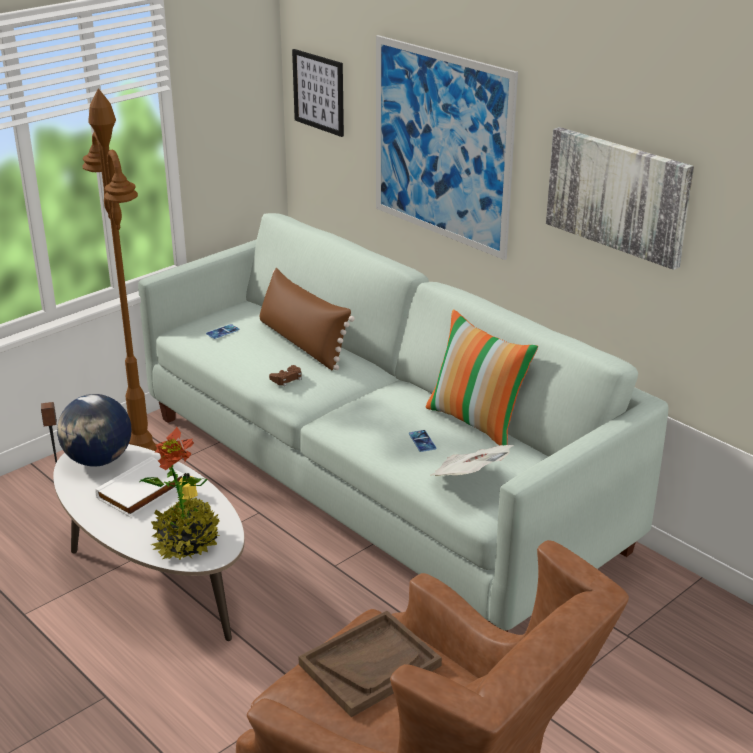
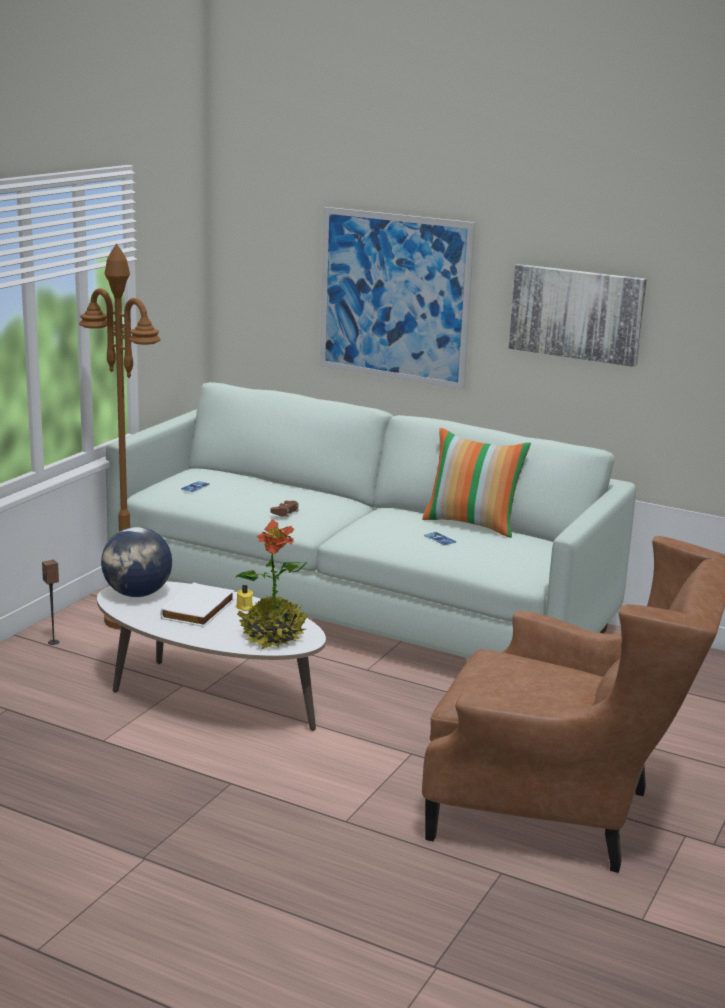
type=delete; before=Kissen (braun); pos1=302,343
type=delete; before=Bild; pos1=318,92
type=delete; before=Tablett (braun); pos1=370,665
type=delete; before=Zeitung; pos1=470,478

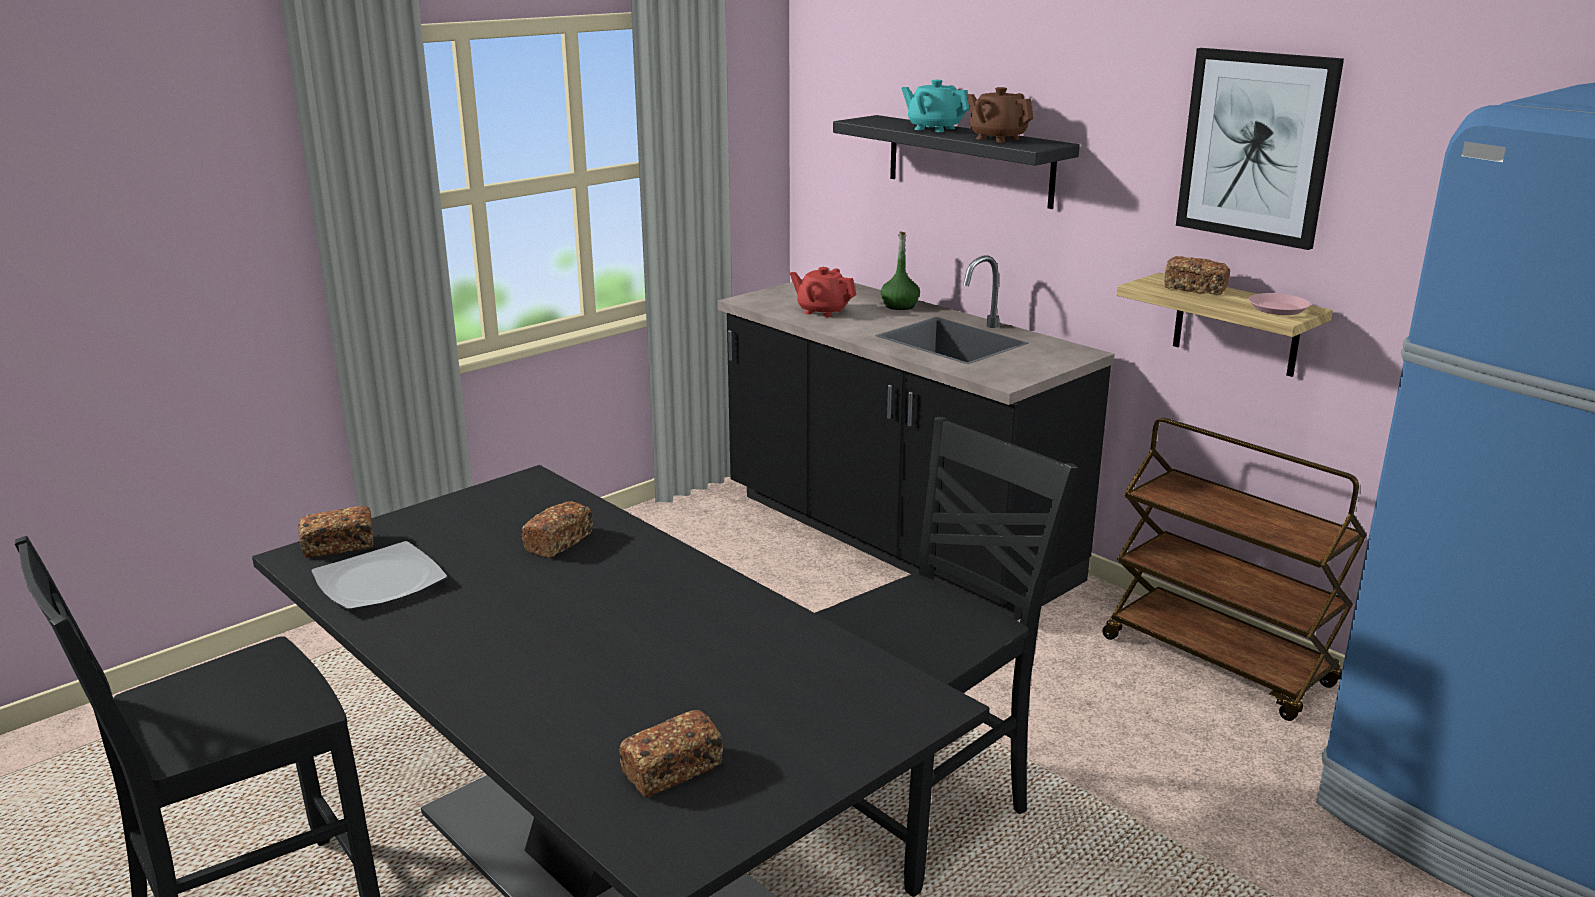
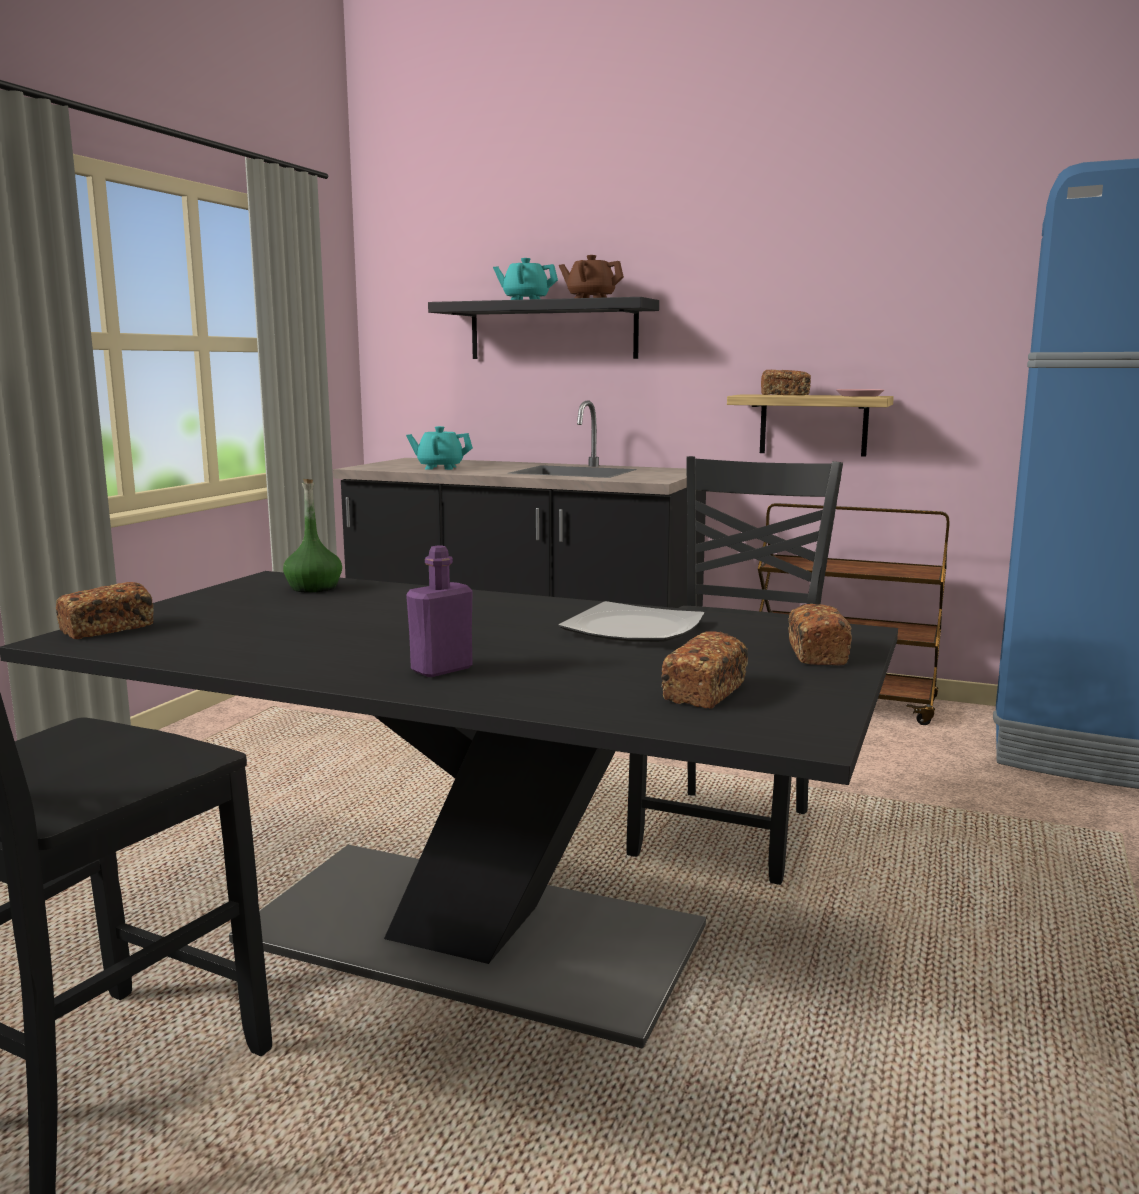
type=move; before=Teller; pos1=379,582; pos2=633,629
type=move; before=Brot; pos1=558,542; pos2=816,653
type=recolor; before=Teekanne (rot); after=Teekanne (türkis); pos1=822,311; pos2=440,468
type=move; before=Flasche (grün); pos1=899,306; pos2=314,588
type=delete; before=Bild; pos1=1256,146
type=insert; after=Flasche (lila); pos2=441,669

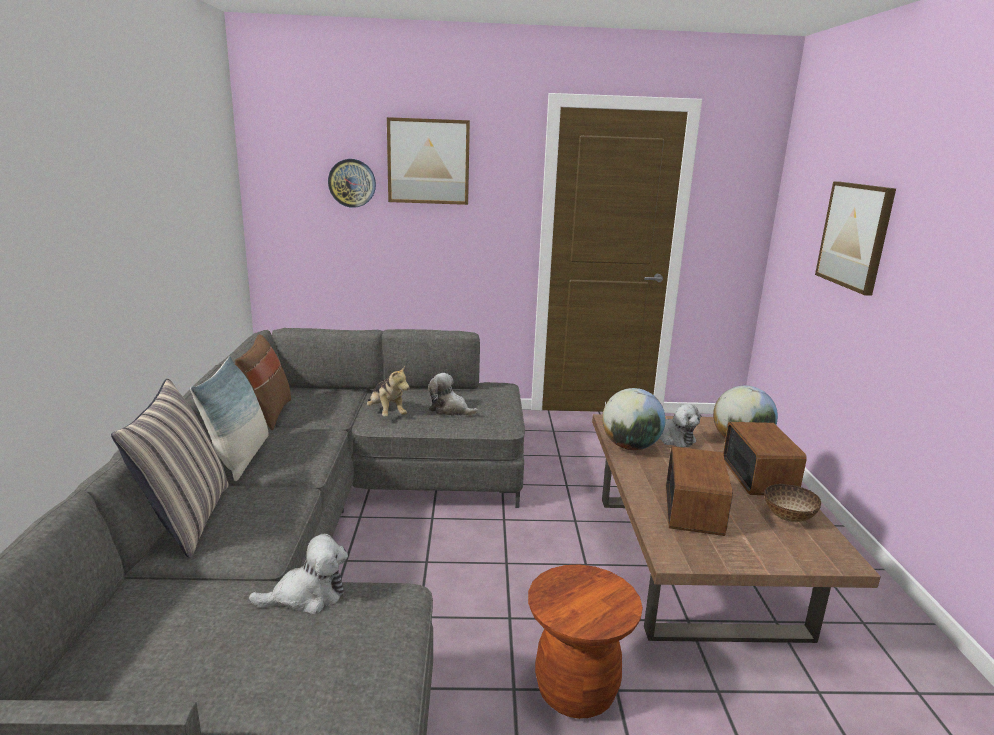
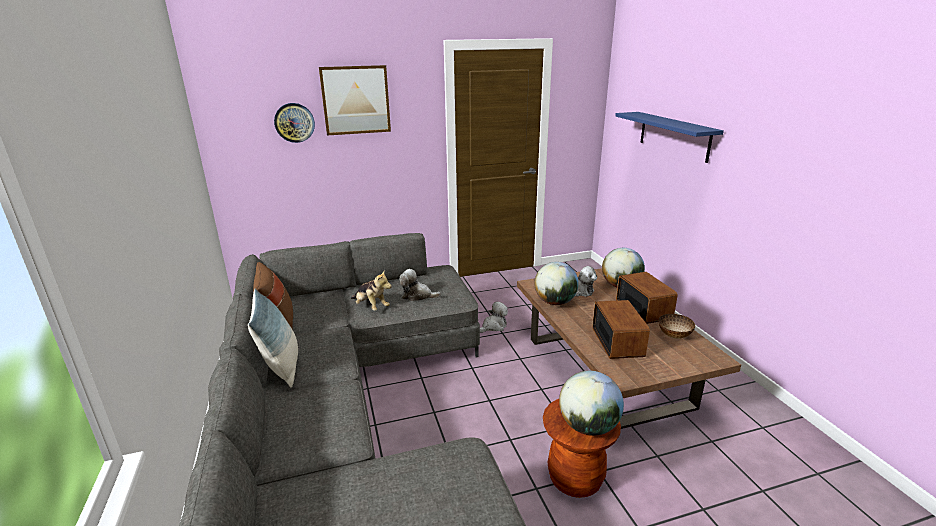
type=delete; before=Kissen; pos1=186,519
type=move; before=Plüschtier; pos1=307,596; pos2=493,326
type=replace; before=Bild; after=Wandregal (blau); pos1=855,235; pos2=674,136
type=insert; after=Globus; pos2=588,427

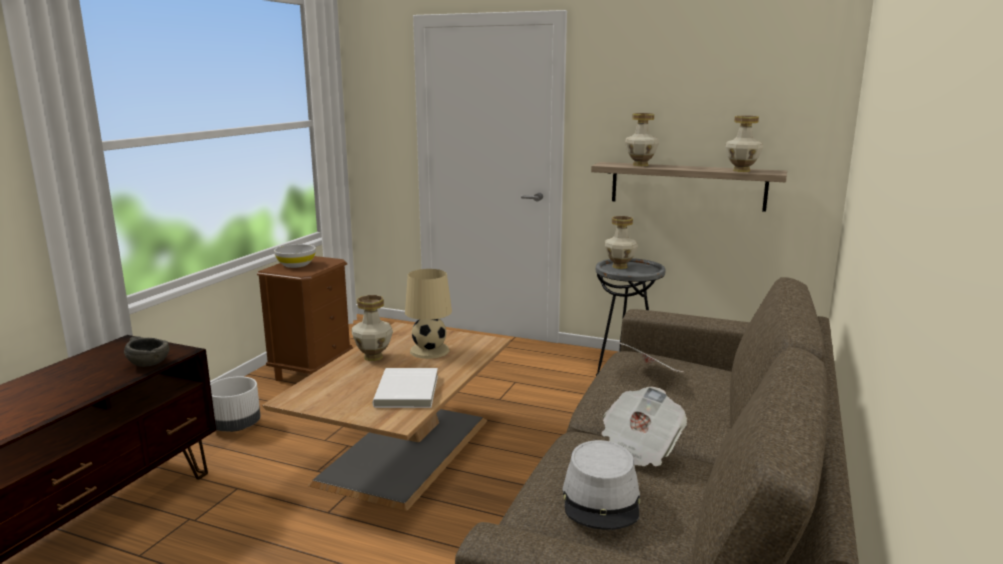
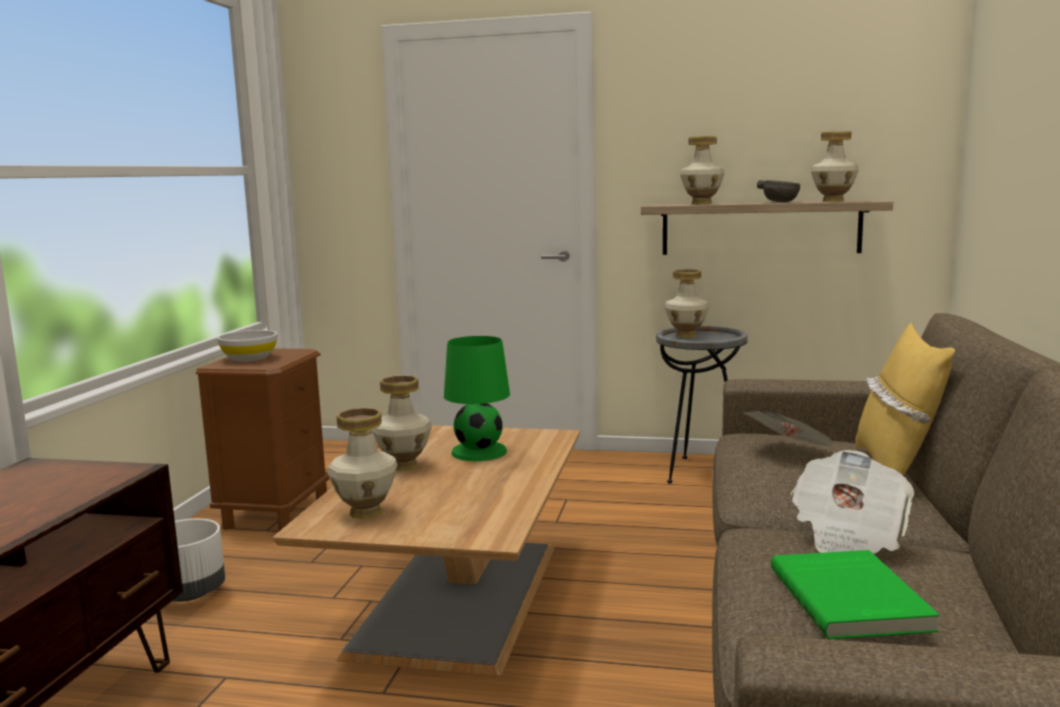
type=move; before=Schüssel (grau); pos1=149,363; pos2=780,202
type=delete; before=Buch (weiß); pos1=408,391
type=recolor; before=Tischlampe (beige); after=Tischlampe (grün); pos1=430,351; pos2=479,452
type=replace; before=Hut (grau); after=Buch (grün); pos1=601,499; pos2=851,598
type=insert; after=Vase; pos2=365,512
type=insert; after=Kissen (gelb); pos2=895,468

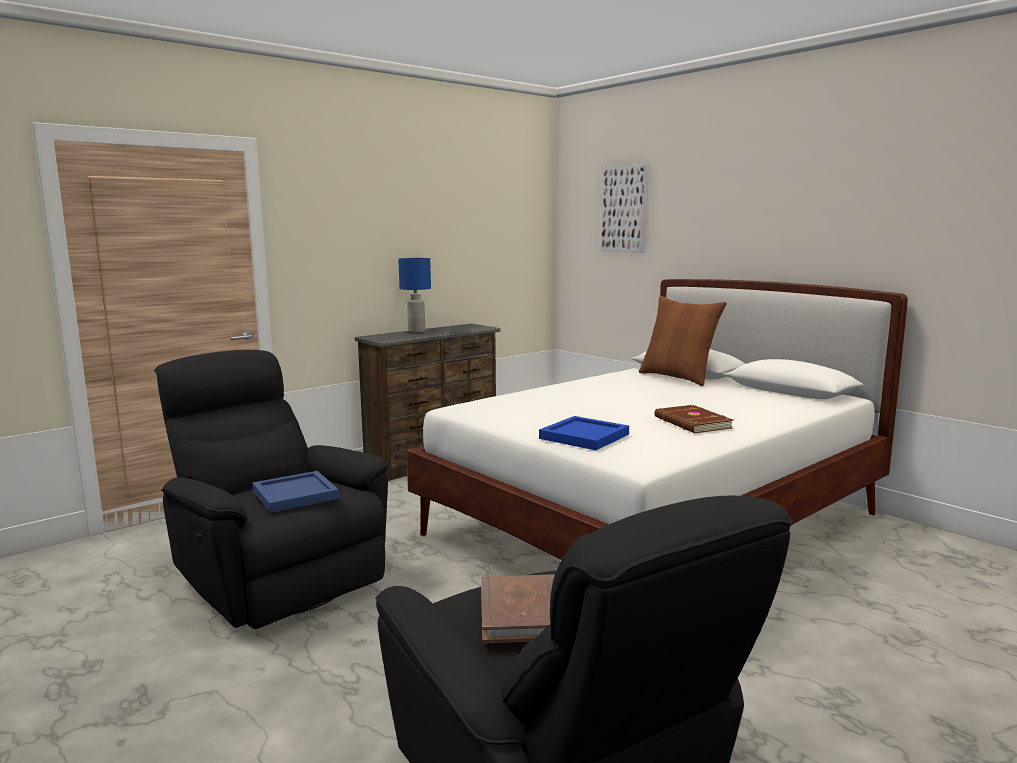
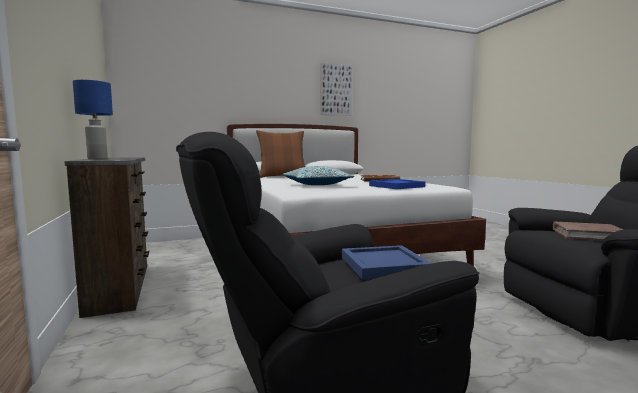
type=move; before=Bild; pos1=624,209; pos2=336,90
type=insert; after=Kissen; pos2=316,184

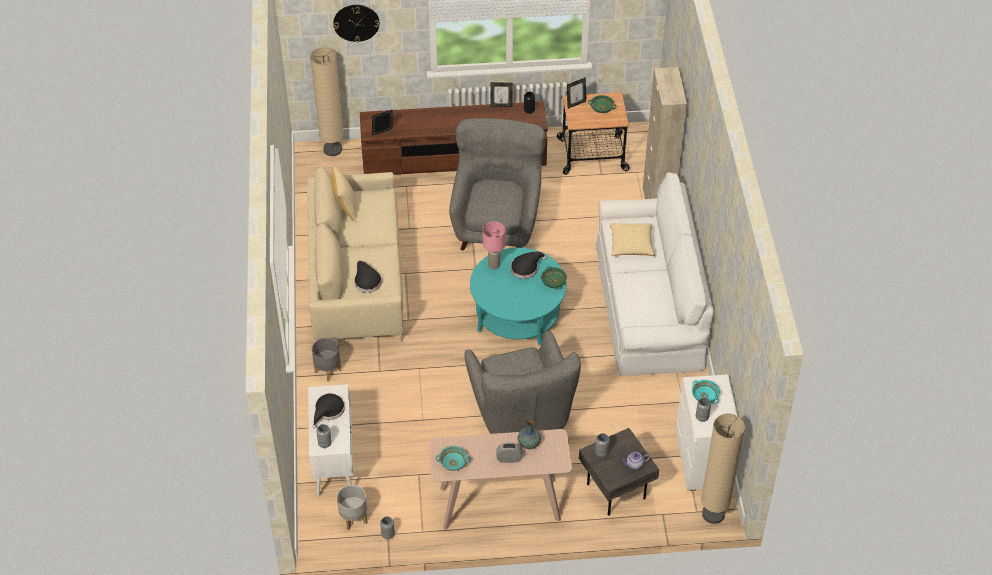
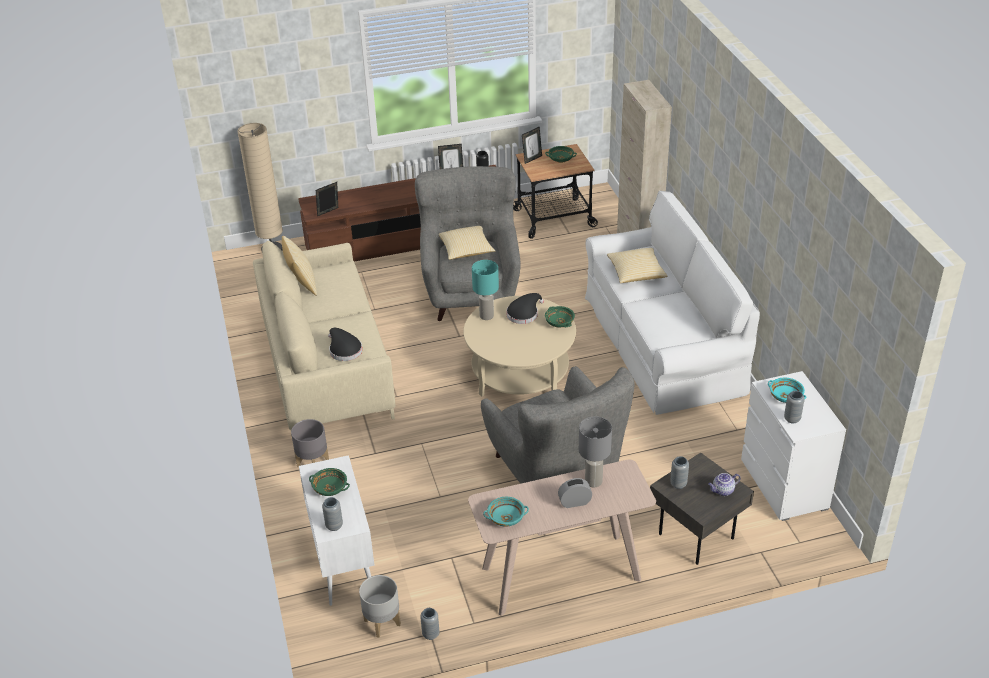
type=replace; before=Hut (schwarz); after=Schüssel (grün); pos1=328,411; pos2=330,488
type=delete; before=Wanduhr; pos1=356,22
type=recolor; before=Couchtisch (türkis); after=Couchtisch (beige); pos1=517,314; pos2=520,372
type=recolor; before=Tischlampe (rosa); after=Tischlampe (türkis); pos1=494,264; pos2=487,316
type=replace; before=Vase; after=Tischlampe (grau); pos1=529,443; pos2=594,481
type=delete; before=Stehlampe (beige); pos1=713,514
type=insert; after=Kissen; pos2=466,250

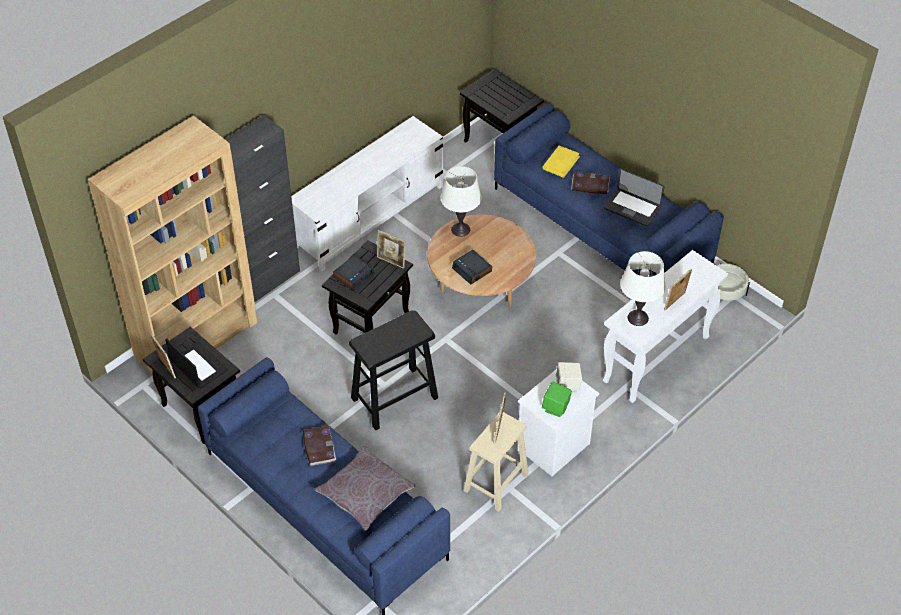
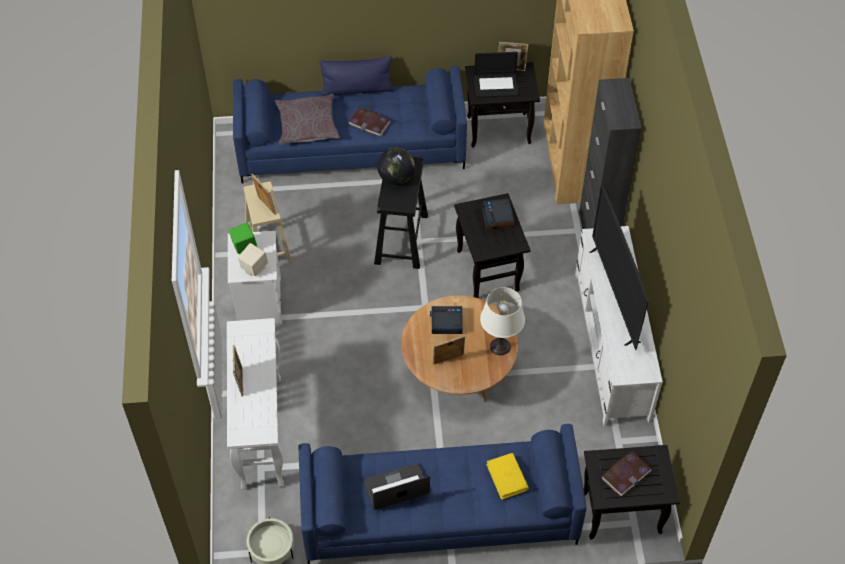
type=move; before=Bilderrahmen; pos1=391,262; pos2=448,360
type=move; before=Buch; pos1=590,185; pos2=626,474
type=delete; before=Tischlampe (weiß); pos1=638,318
type=insert; after=Kissen (blau); pos2=357,90
type=insert; after=Globus; pos2=396,178
type=insert; after=Fernseher; pos2=614,296

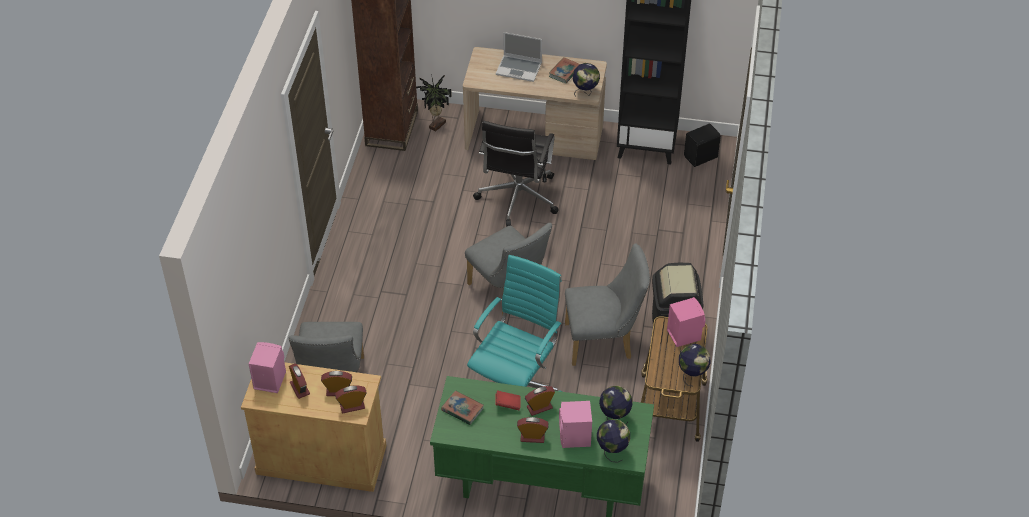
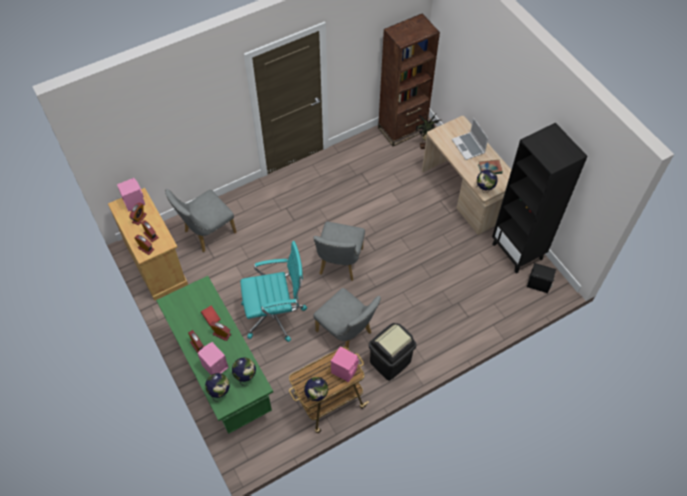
type=delete; before=Buch; pos1=462,409
type=delete; before=Bürostuhl (schwarz); pos1=517,199

